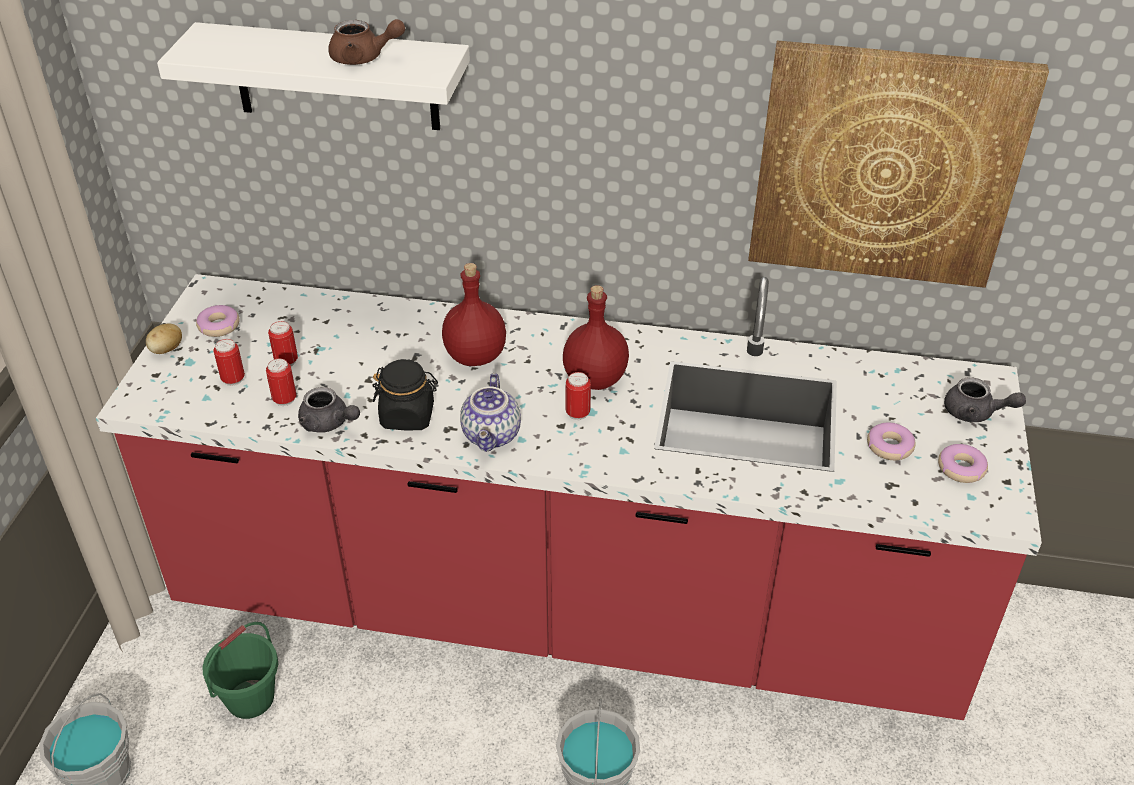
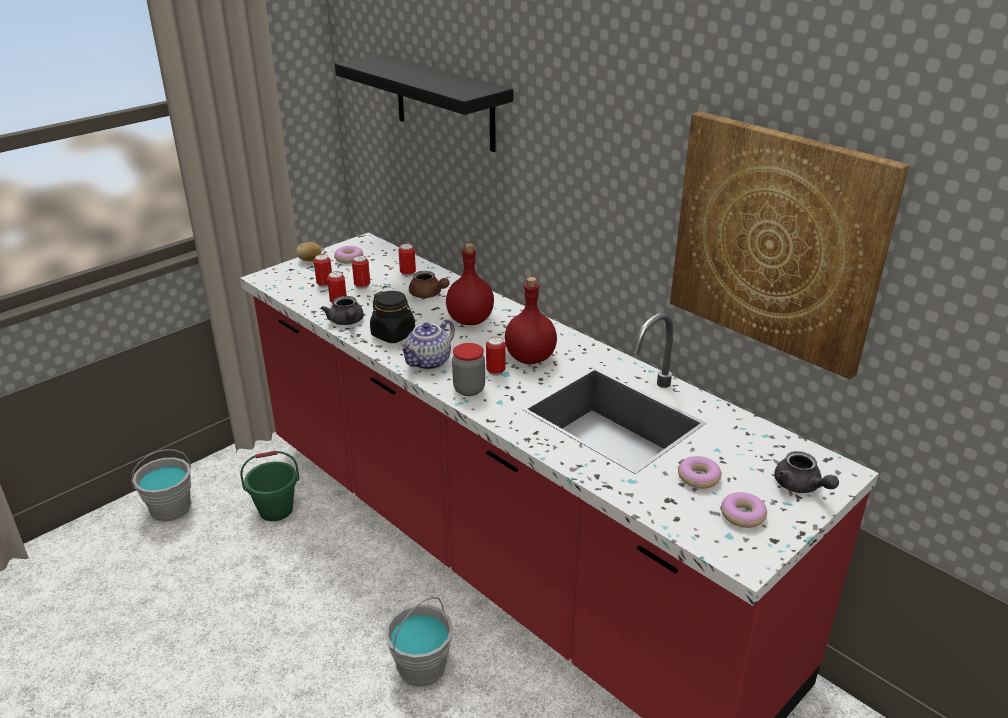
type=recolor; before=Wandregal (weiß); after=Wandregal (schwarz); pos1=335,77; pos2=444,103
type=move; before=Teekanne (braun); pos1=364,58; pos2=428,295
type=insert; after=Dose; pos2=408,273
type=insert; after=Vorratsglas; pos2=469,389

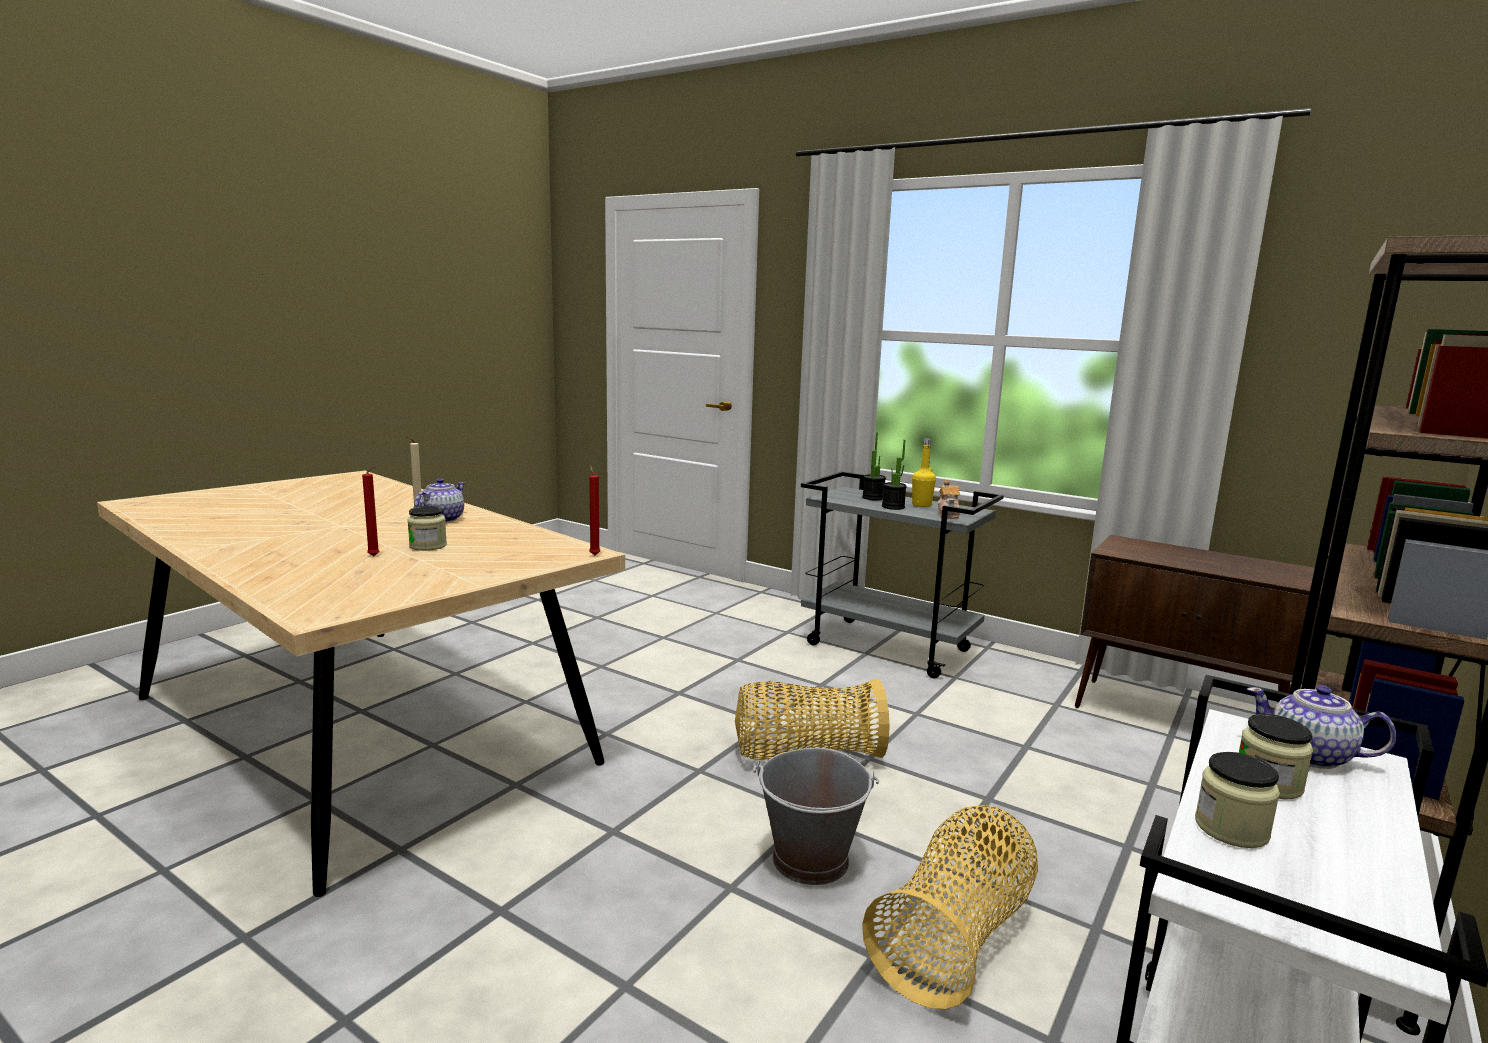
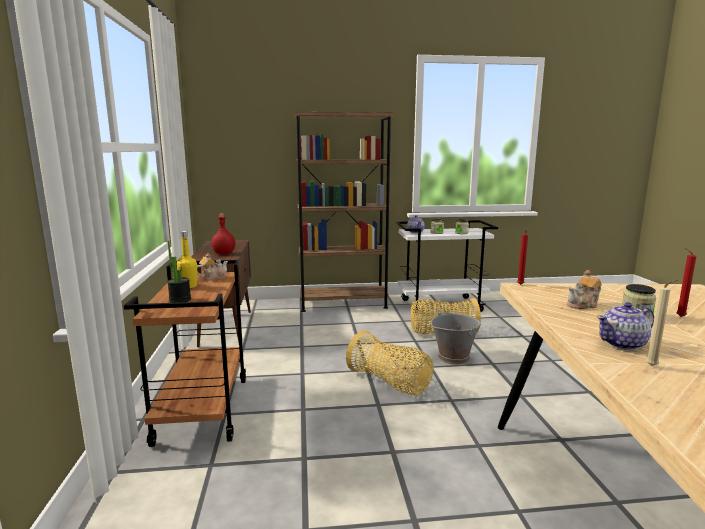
type=recolor; before=Rollwagen (grau); after=Rollwagen (braun); pos1=890,647; pos2=202,409
type=delete; before=Topfpflanze; pos1=893,507
type=insert; after=Flasche (rot); pos2=224,253
type=insert; after=Teekanne; pos2=583,305

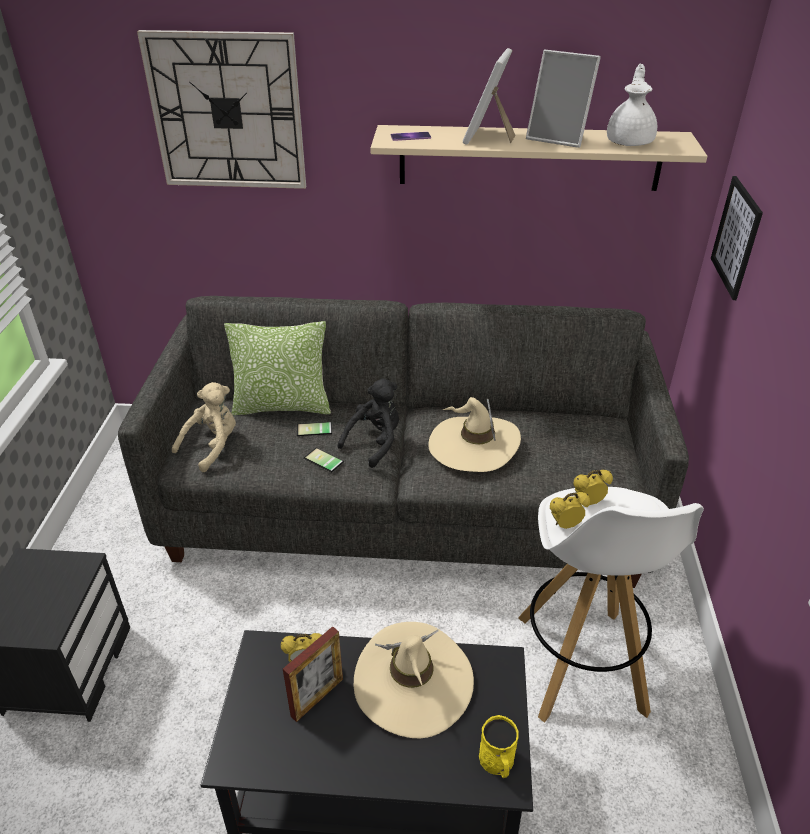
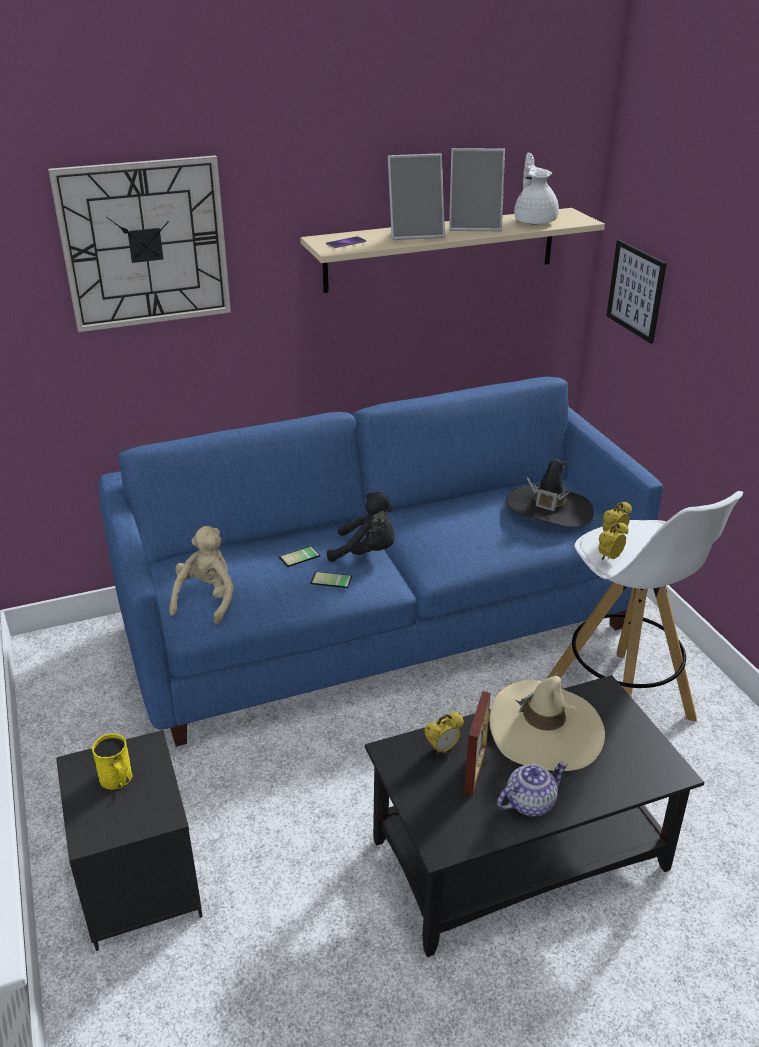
type=recolor; before=Sofa (grau); after=Sofa (blau); pos1=406,505; pos2=380,622
type=delete; before=Kissen; pos1=282,406
type=rotate; before=Plüschtier (schwarz); pos1=375,442; pos2=366,552; turn=90
type=delete; before=Hut (beige); pos1=473,445
type=rotate; before=Bilderrahmen; pos1=488,137; pos2=415,234; turn=-90
type=move; before=Henkelbecher (gelb); pos1=498,763; pos2=118,780
type=insert; after=Teekanne; pos2=530,802
type=insert; after=Hut (schwarz); pos2=549,510

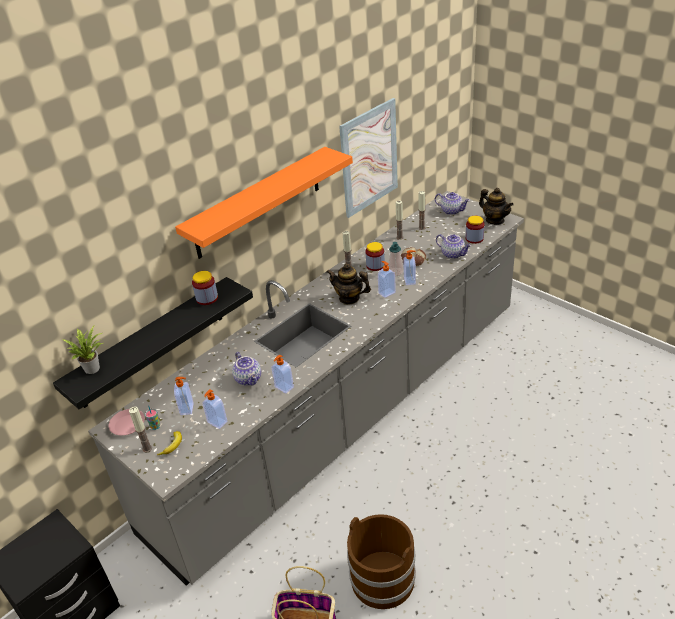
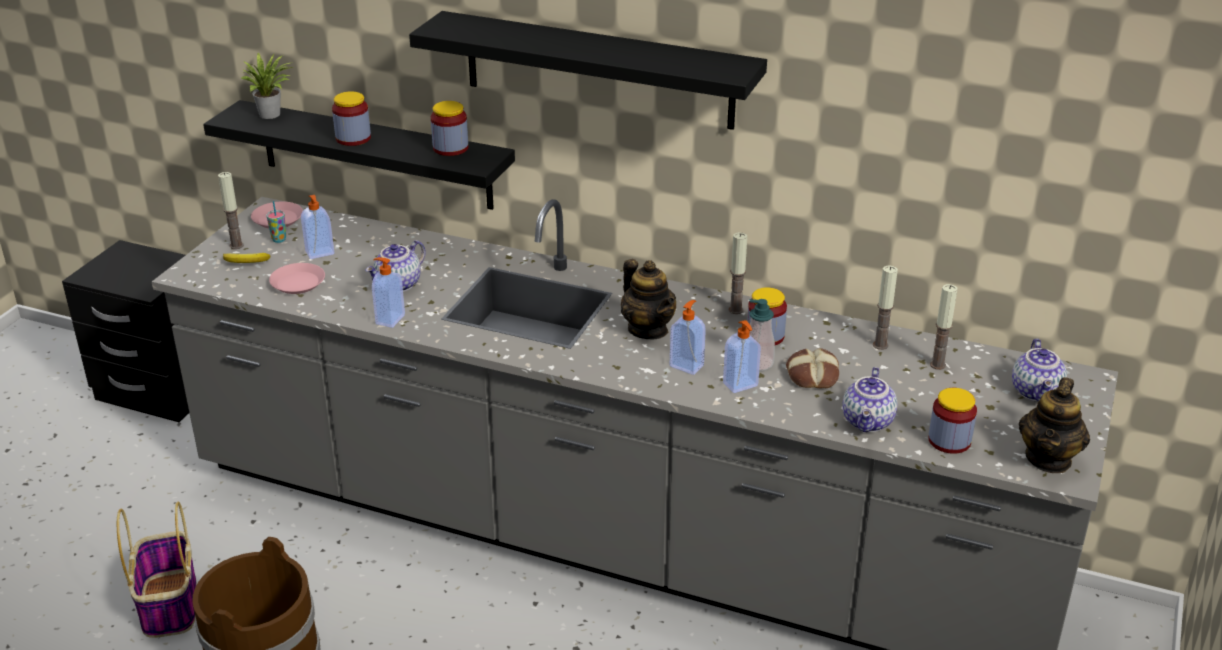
type=recolor; before=Wandregal (orange); after=Wandregal (schwarz); pos1=258,202; pos2=598,70
type=replace; before=Seifenspender; after=Teller (rosa); pos1=217,422; pos2=298,283
type=rotate; before=Teekanne; pos1=349,298; pos2=648,329; turn=150
type=delete; before=Bild; pos1=369,158
type=insert; after=Vorratsglas; pos2=353,138

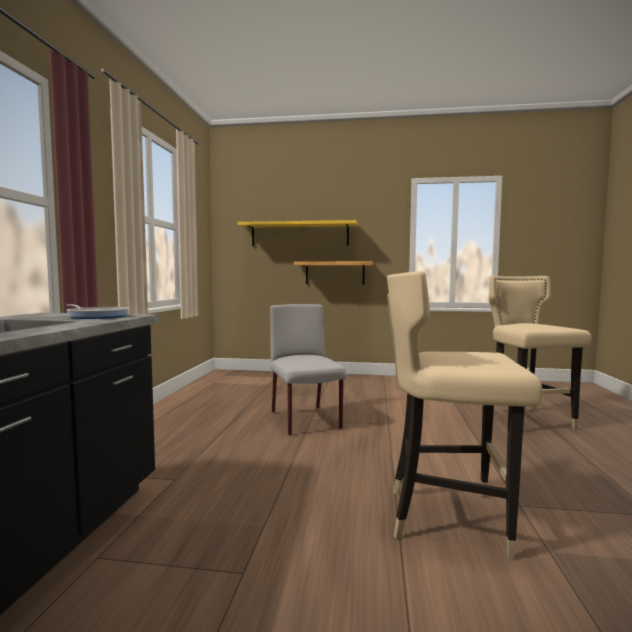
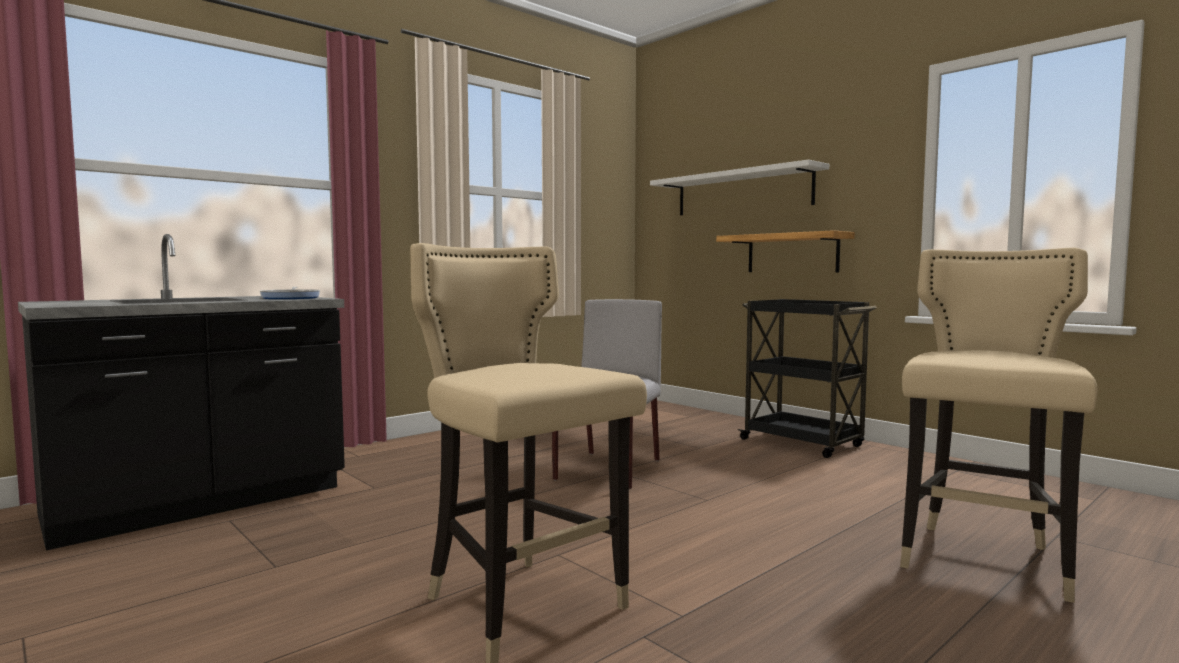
type=recolor; before=Wandregal (gelb); after=Wandregal (weiß); pos1=299,235; pos2=742,192
type=insert; after=Rollwagen (schwarz); pos2=803,443

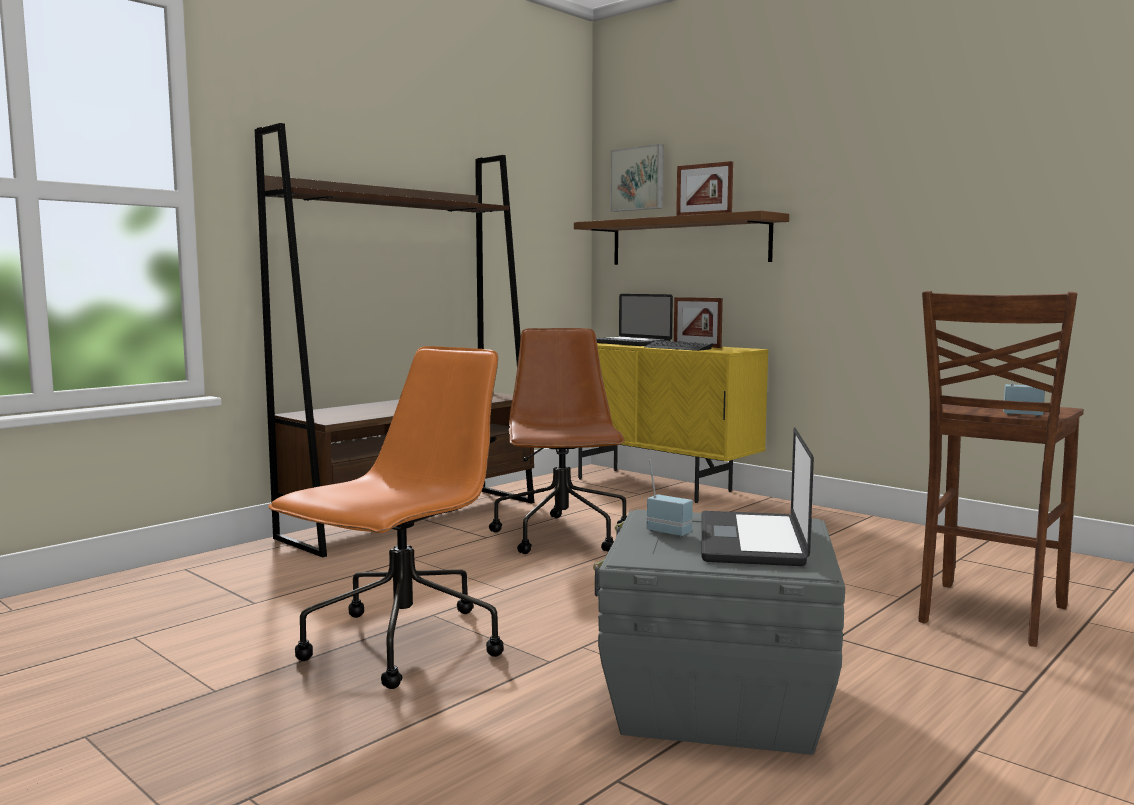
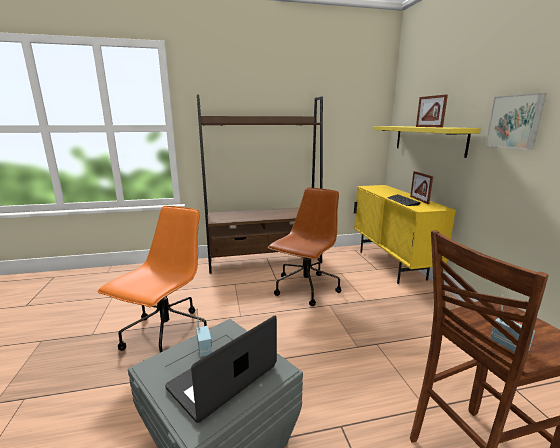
type=rotate; before=Bürostuhl (orange); pos1=402,645; pos2=166,335; turn=-45
type=recolor; before=Wandregal (braun); after=Wandregal (gelb); pos1=688,241; pos2=428,139
type=delete; before=Laptop; pos1=629,343
type=move; before=Bild; pos1=638,179; pos2=515,121

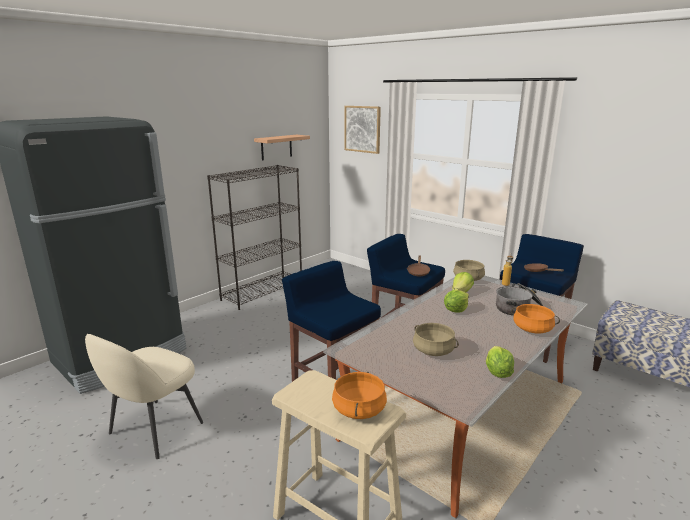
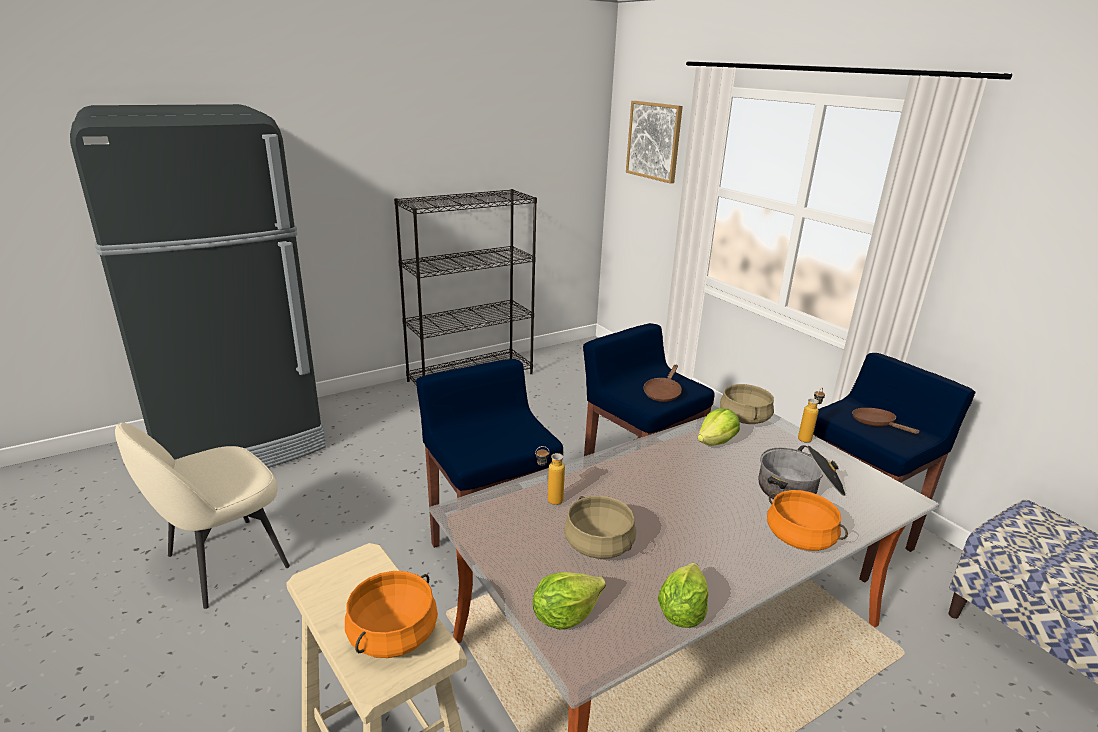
type=delete; before=Wandregal; pos1=276,147
type=move; before=Salatkopf; pos1=456,310; pos2=565,615
type=insert; after=Flasche; pos2=548,500

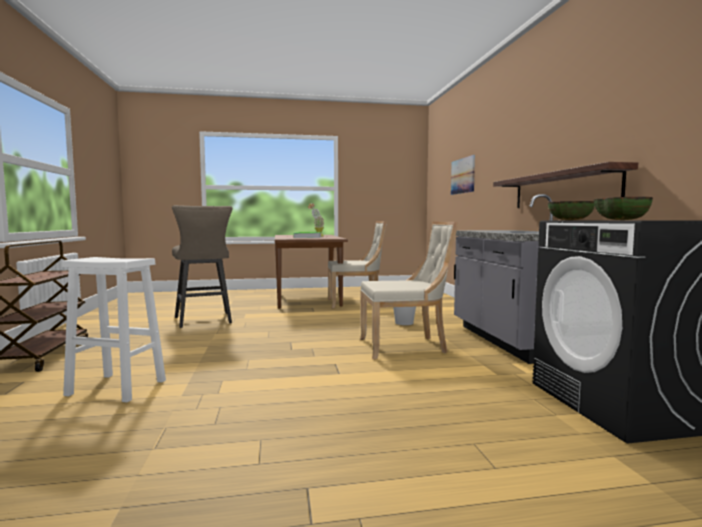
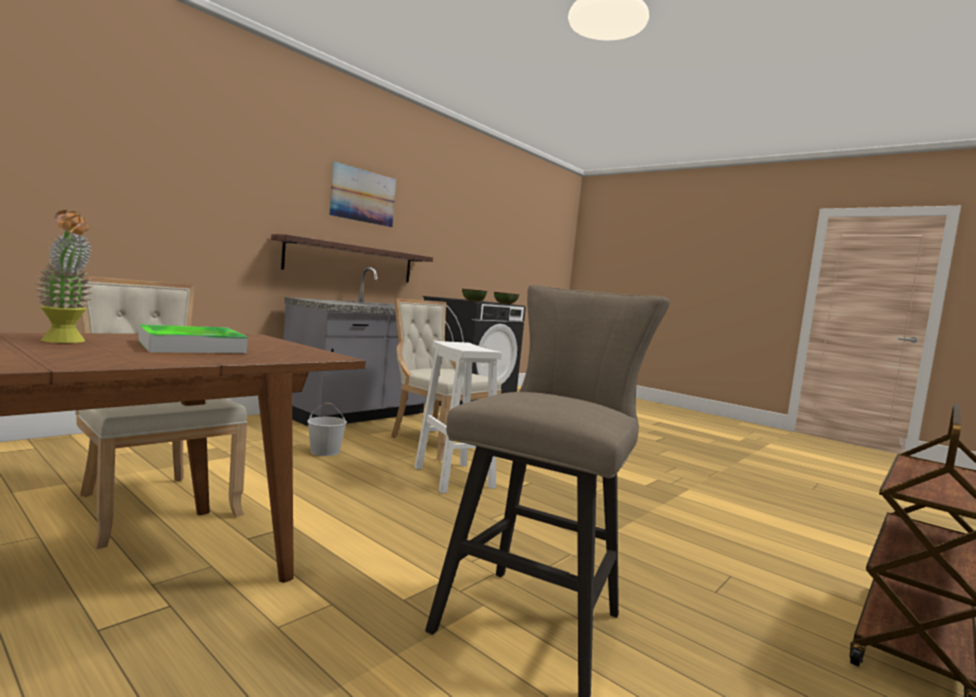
type=move; before=Hocker (weiß); pos1=118,388; pos2=452,477
type=move; before=Bild; pos1=462,175; pos2=363,196

